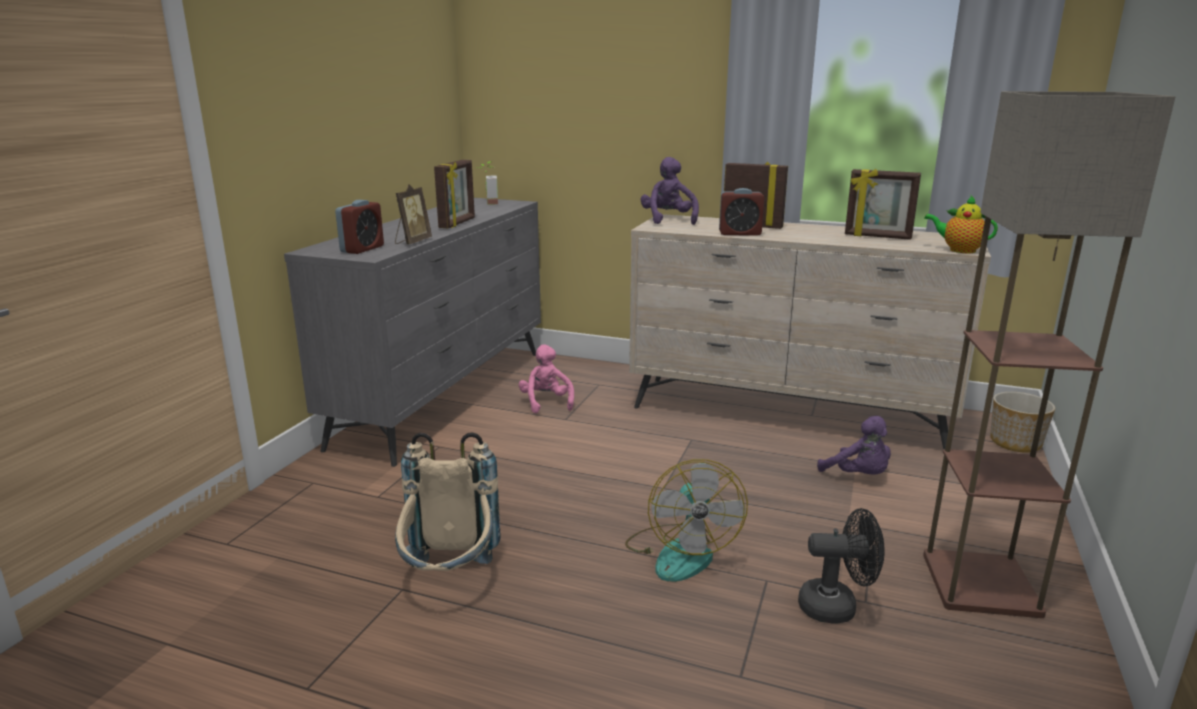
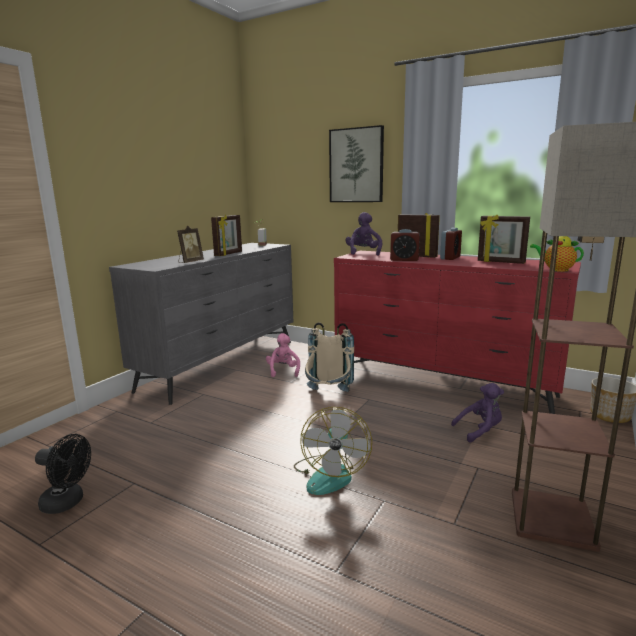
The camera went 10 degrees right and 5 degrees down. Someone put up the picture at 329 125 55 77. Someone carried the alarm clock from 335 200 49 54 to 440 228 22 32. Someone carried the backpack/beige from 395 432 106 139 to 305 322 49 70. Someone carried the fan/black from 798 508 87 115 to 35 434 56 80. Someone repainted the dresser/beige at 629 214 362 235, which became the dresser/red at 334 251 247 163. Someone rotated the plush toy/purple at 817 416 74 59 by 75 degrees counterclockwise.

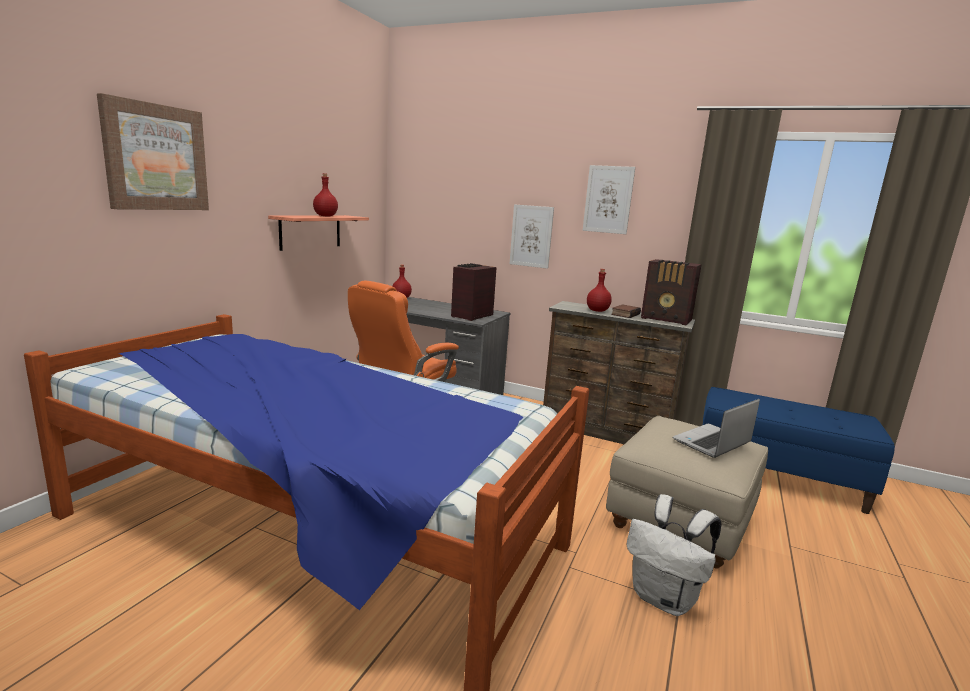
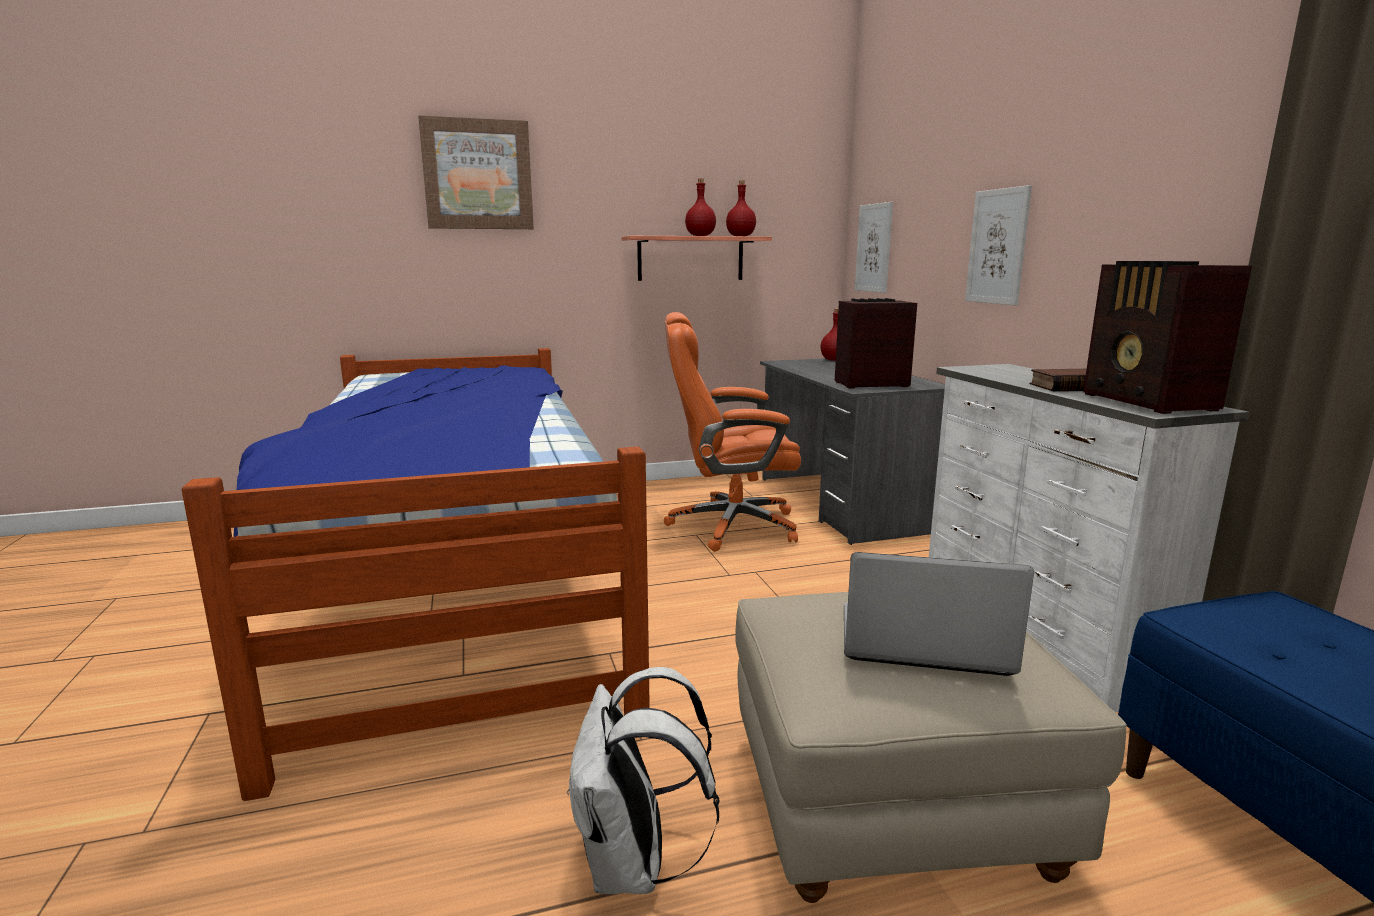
The camera went 50 degrees right and 0 degrees up. Someone carried the picture from 583 165 52 69 to 855 202 38 91. Someone carried the bottle/red from 587 269 25 43 to 726 180 30 56. Someone repainted the dresser/brown at 543 301 152 143, which became the dresser/white at 929 364 321 348.

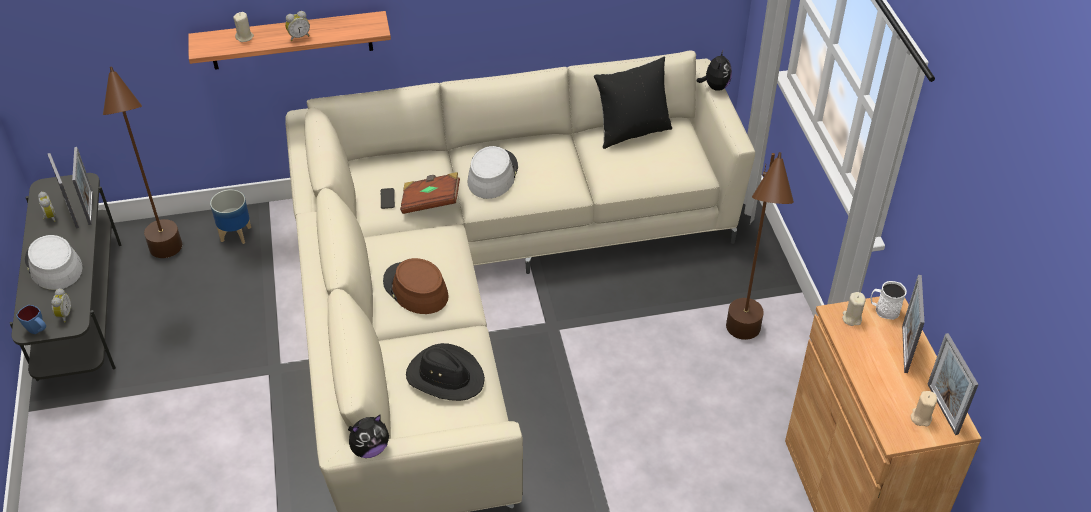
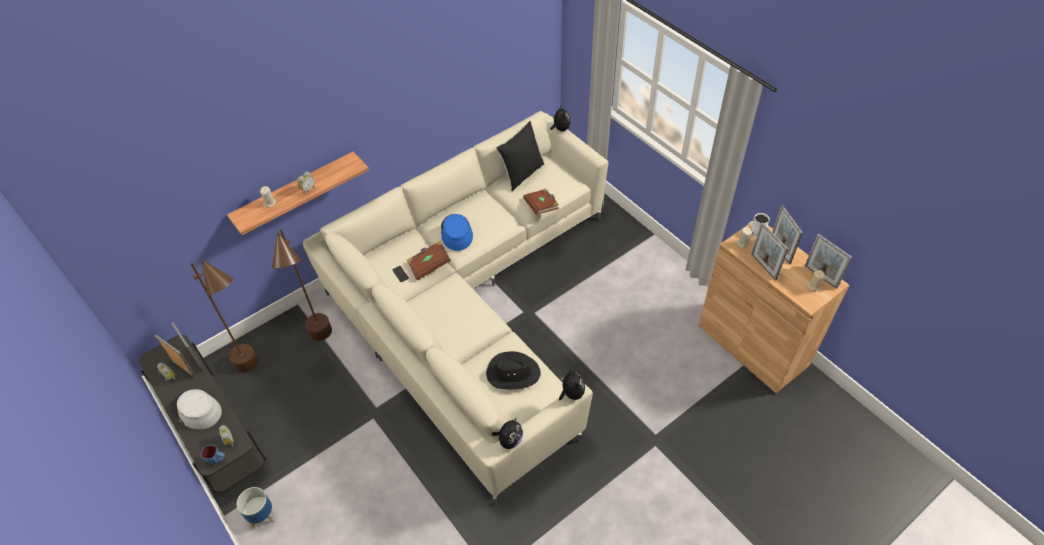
The camera went 25 degrees left and 5 degrees up. Someone took away the hat/brown at 383 258 66 56. Someone put down the book/brown at 523 188 36 27. Someone put down the plush toy at 559 368 26 32. Someone put down the picture frame at 751 222 37 58. Someone carried the planter from 210 189 41 55 to 237 487 37 42. Someone carried the floor lamp/brown from 726 152 68 188 to 272 229 60 112. Someone repainted the hat/grey at 467 146 51 53, which became the hat/blue at 441 214 32 37.

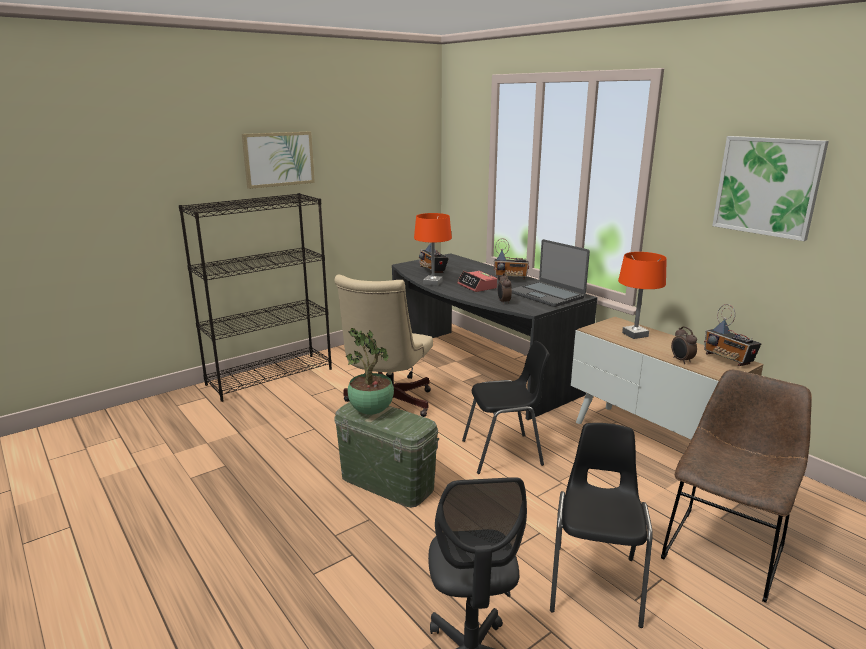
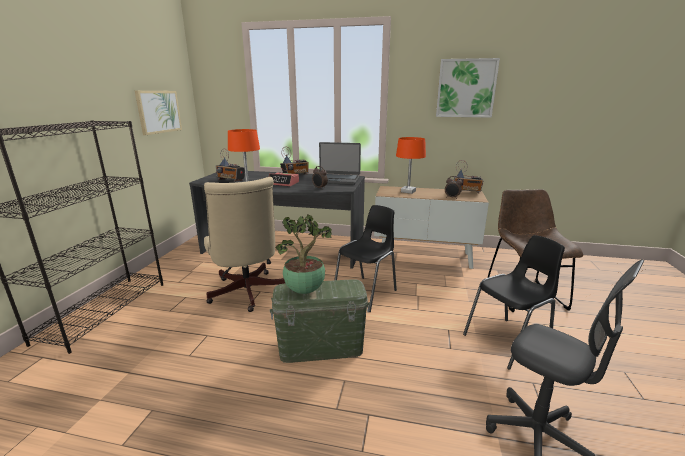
The camera went 40 degrees left and 0 degrees up. Someone carried the picture from 242 132 73 57 to 135 91 47 44. Someone rotated the chair/black at 550 423 103 205 by 90 degrees clockwise.

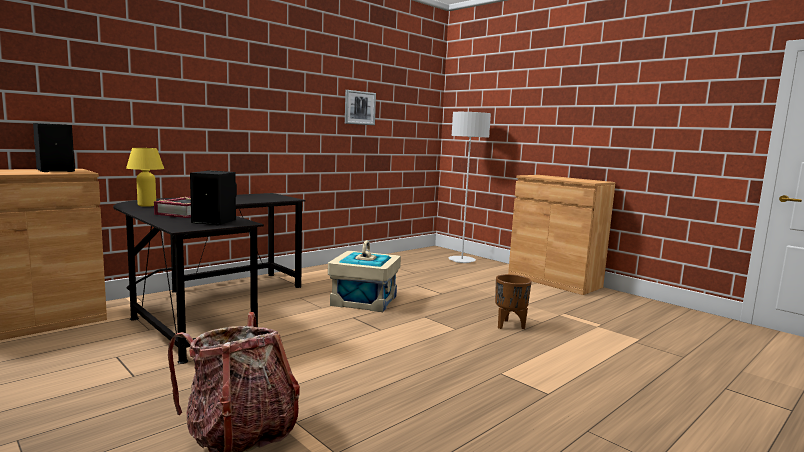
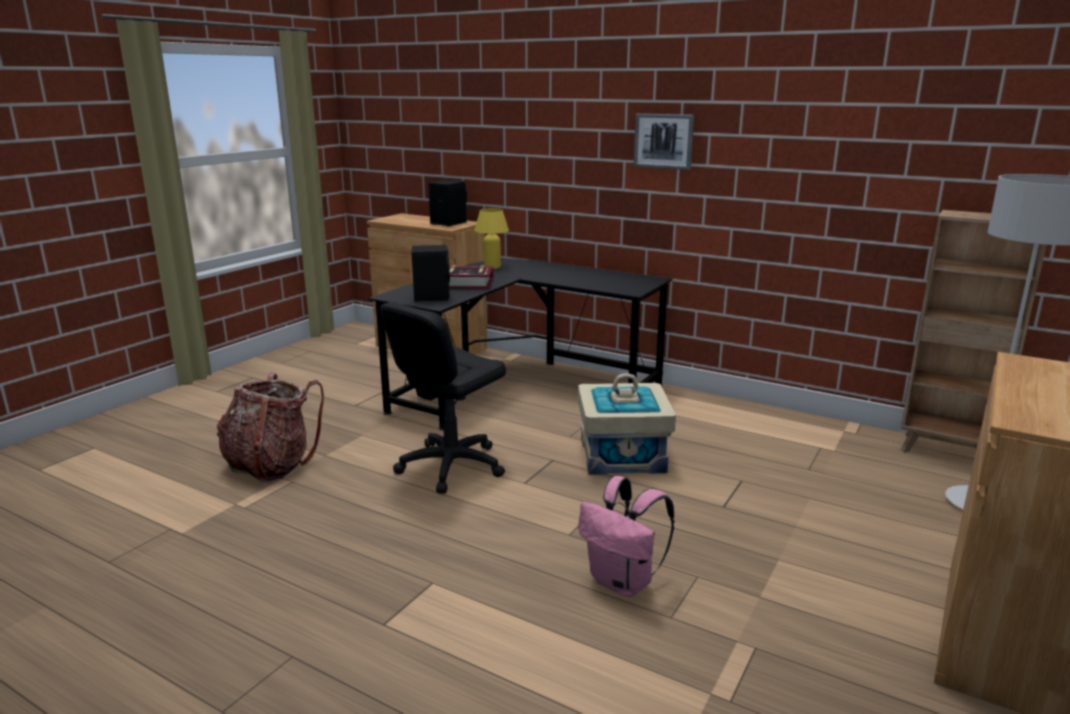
The camera went 75 degrees right and 10 degrees up. Someone put down the office chair/black at 379 302 127 191. Someone put down the bookcase/brown at 901 210 146 243. Someone carried the picture from 345 90 31 35 to 634 113 60 57. Someone swapped the planter/brown at 495 274 37 55 for the backpack/pink at 578 476 96 121.

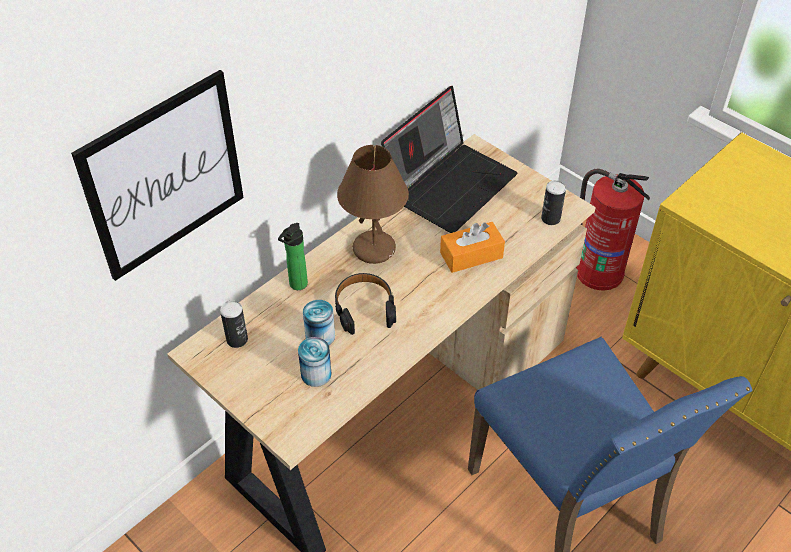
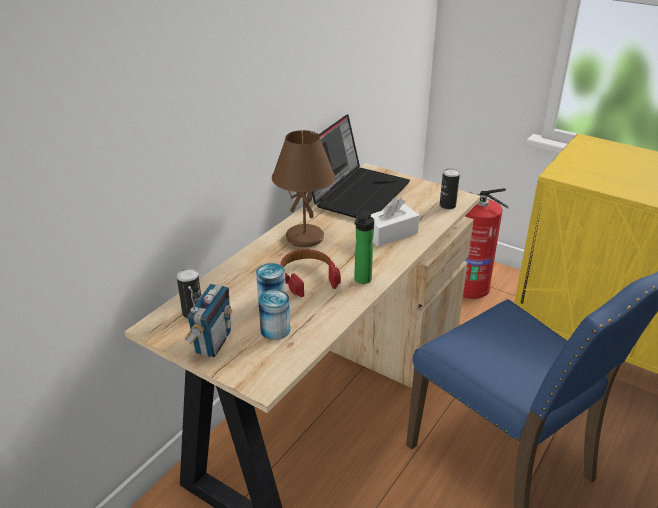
The camera went 10 degrees left and 15 degrees down. Someone took away the picture at 71 70 173 211. Someone put down the radio at 185 284 47 73. Someone carried the bottle from 278 223 30 67 to 354 210 20 74. Someone repainted the headphones/black at 335 273 61 62, which became the headphones/red at 280 249 61 48. Someone repainted the tissue box/orange at 440 222 65 51, which became the tissue box/white at 370 198 50 49.

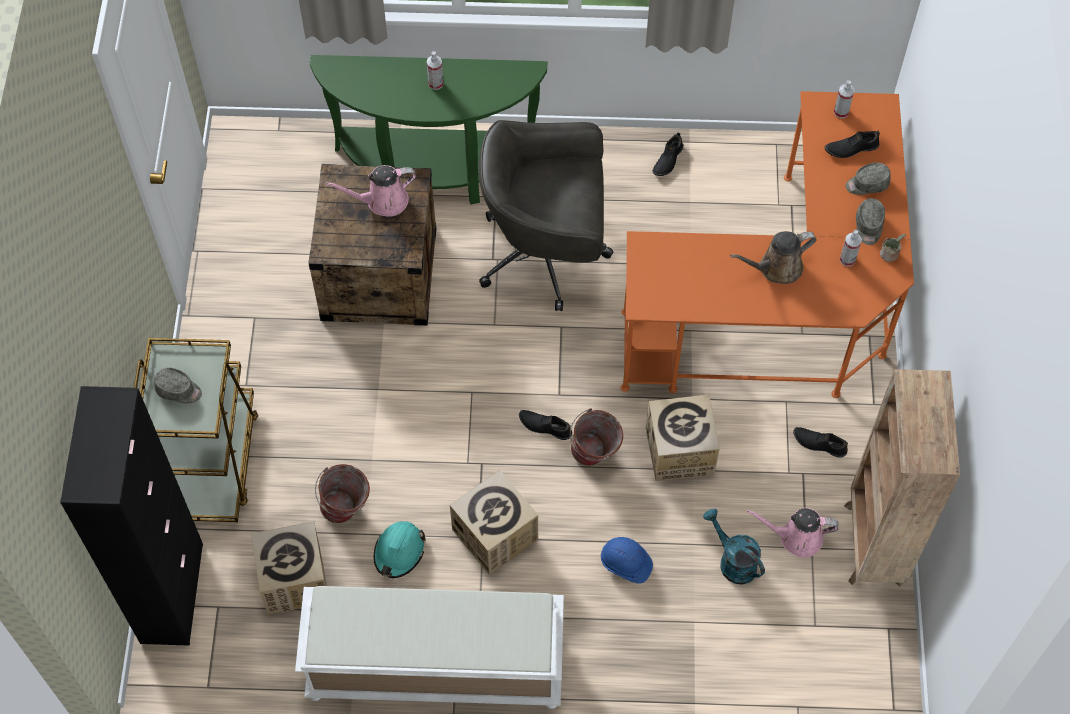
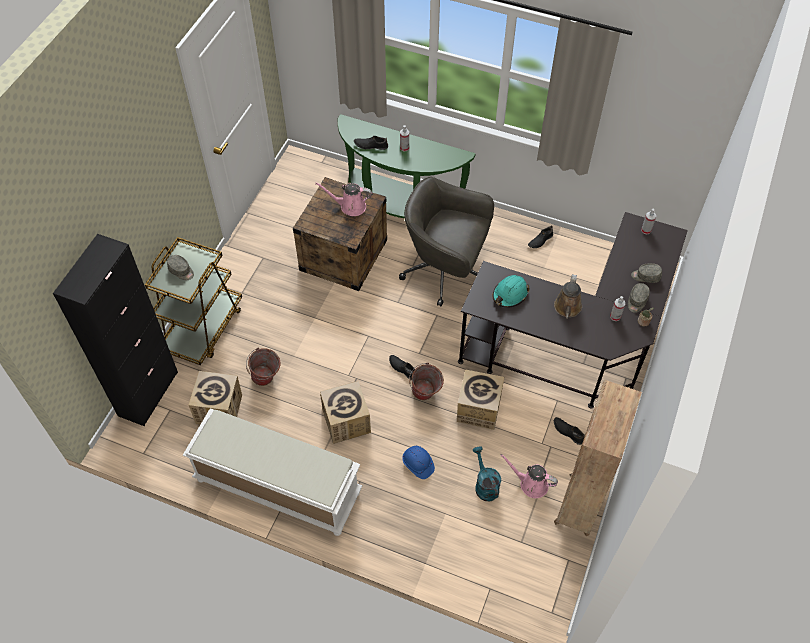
The camera went 20 degrees right and 5 degrees down. Someone carried the hard hat/turquoise from 374 521 52 57 to 493 275 37 33. Someone carried the shoe/black from 825 131 55 27 to 354 136 34 14. Someone repainted the desk/orange at 621 91 293 307, which became the desk/black at 458 212 230 197. Someone rotated the watering can/brown at 730 231 87 53 by 75 degrees counterclockwise.

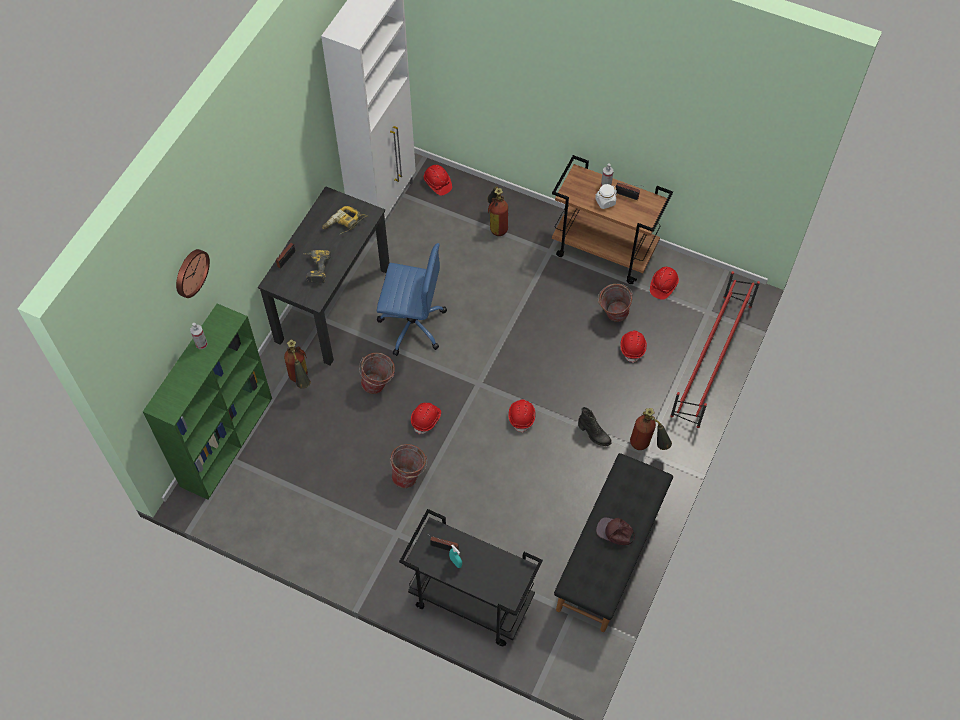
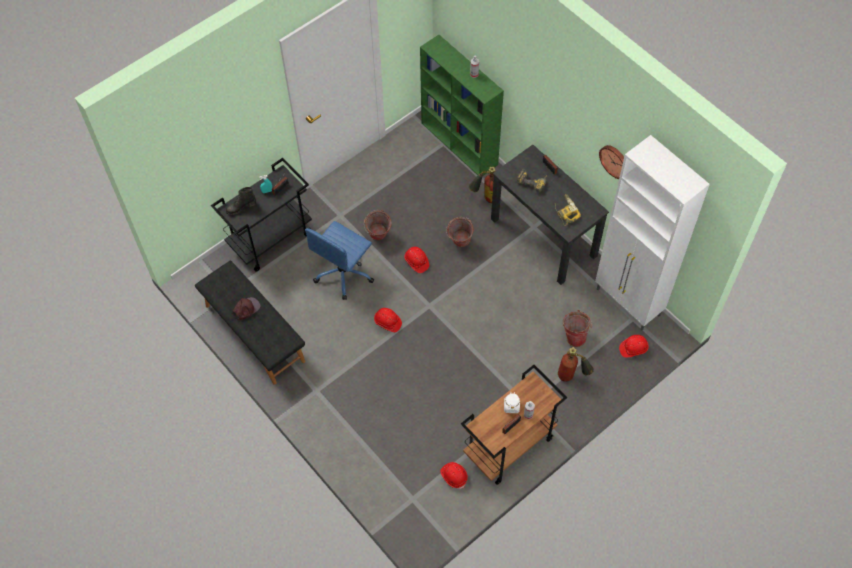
The camera went 115 degrees right and 0 degrees up. Someone took away the hard hat/red at 620 331 27 32. Someone took away the fire extinguisher at 630 408 42 42. Someone took away the shoe rack/red at 670 271 90 157. Someone carried the wall clock from 176 249 34 49 to 599 145 25 34. Someone carried the office chair/blue from 377 243 70 113 to 305 221 69 79. Someone carried the boot/black from 578 407 34 39 to 226 187 30 28. Someone carried the bucket from 598 284 35 38 to 563 310 29 37.

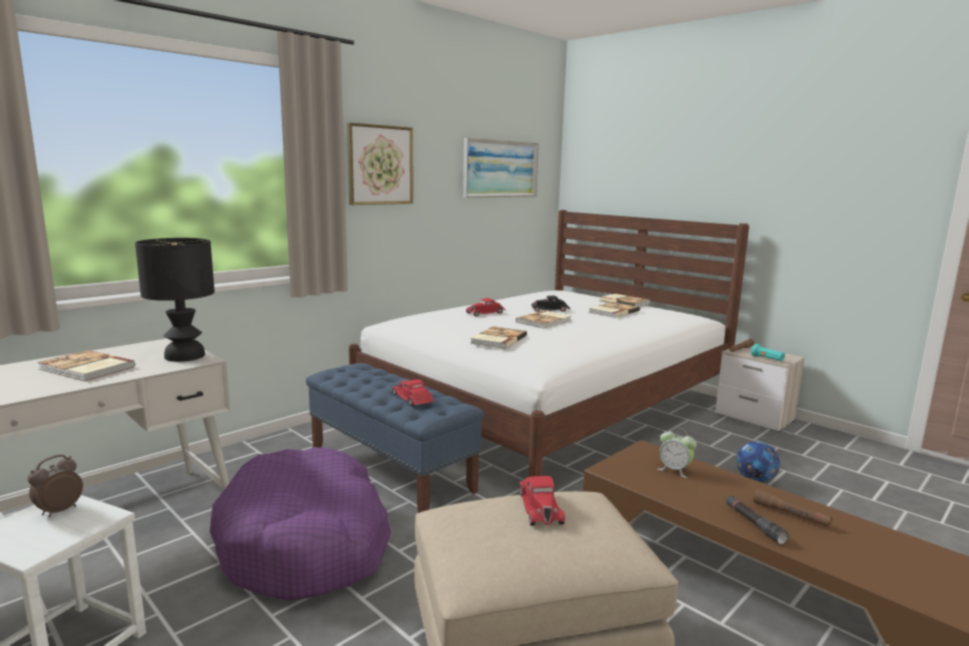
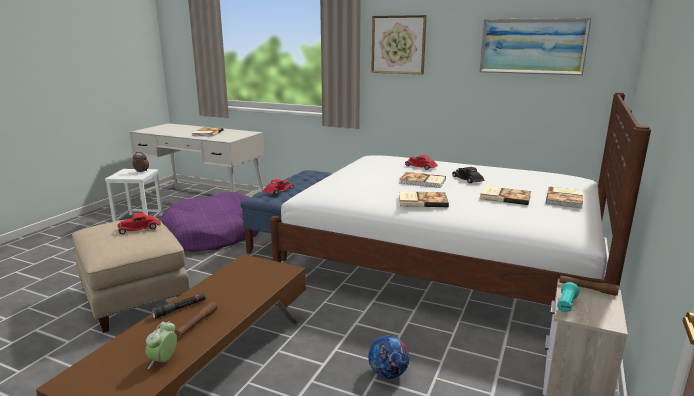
The camera went 70 degrees right and 5 degrees up. Someone took away the table lamp/black at 135 238 80 124. Someone carried the book from 470 326 57 23 to 399 191 50 16. Someone carried the alarm clock from 658 428 39 50 to 145 321 32 48.

